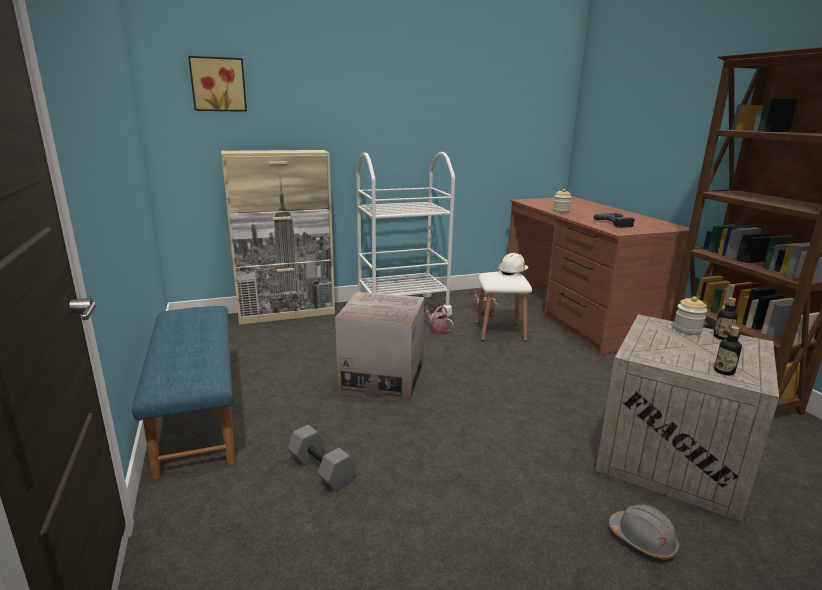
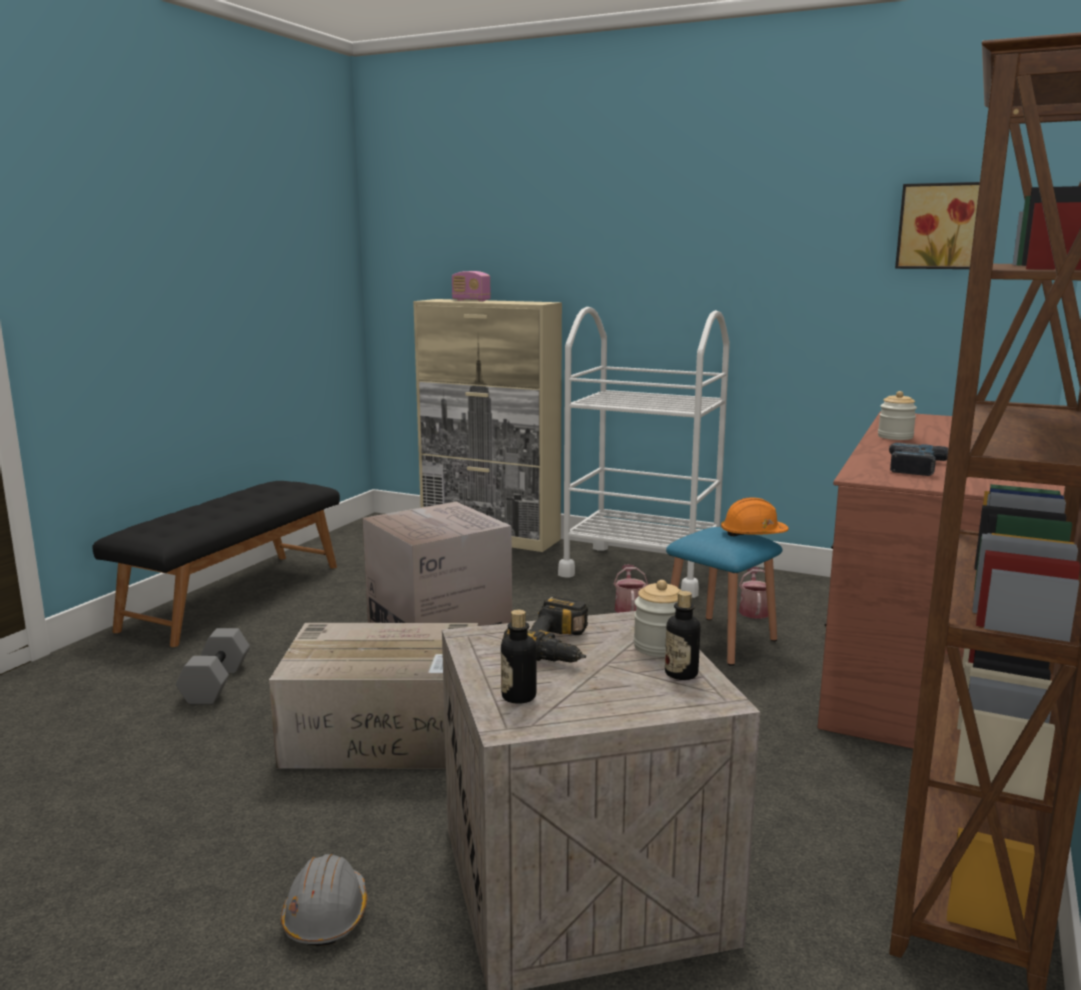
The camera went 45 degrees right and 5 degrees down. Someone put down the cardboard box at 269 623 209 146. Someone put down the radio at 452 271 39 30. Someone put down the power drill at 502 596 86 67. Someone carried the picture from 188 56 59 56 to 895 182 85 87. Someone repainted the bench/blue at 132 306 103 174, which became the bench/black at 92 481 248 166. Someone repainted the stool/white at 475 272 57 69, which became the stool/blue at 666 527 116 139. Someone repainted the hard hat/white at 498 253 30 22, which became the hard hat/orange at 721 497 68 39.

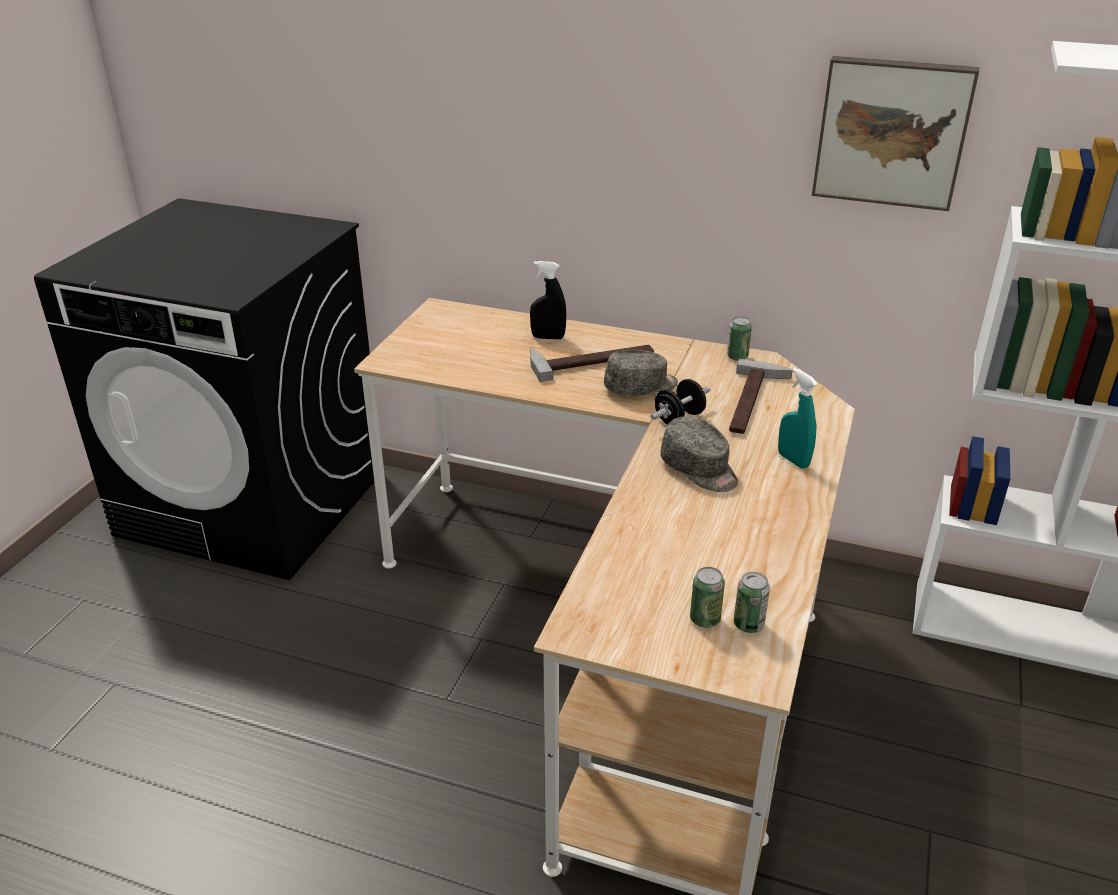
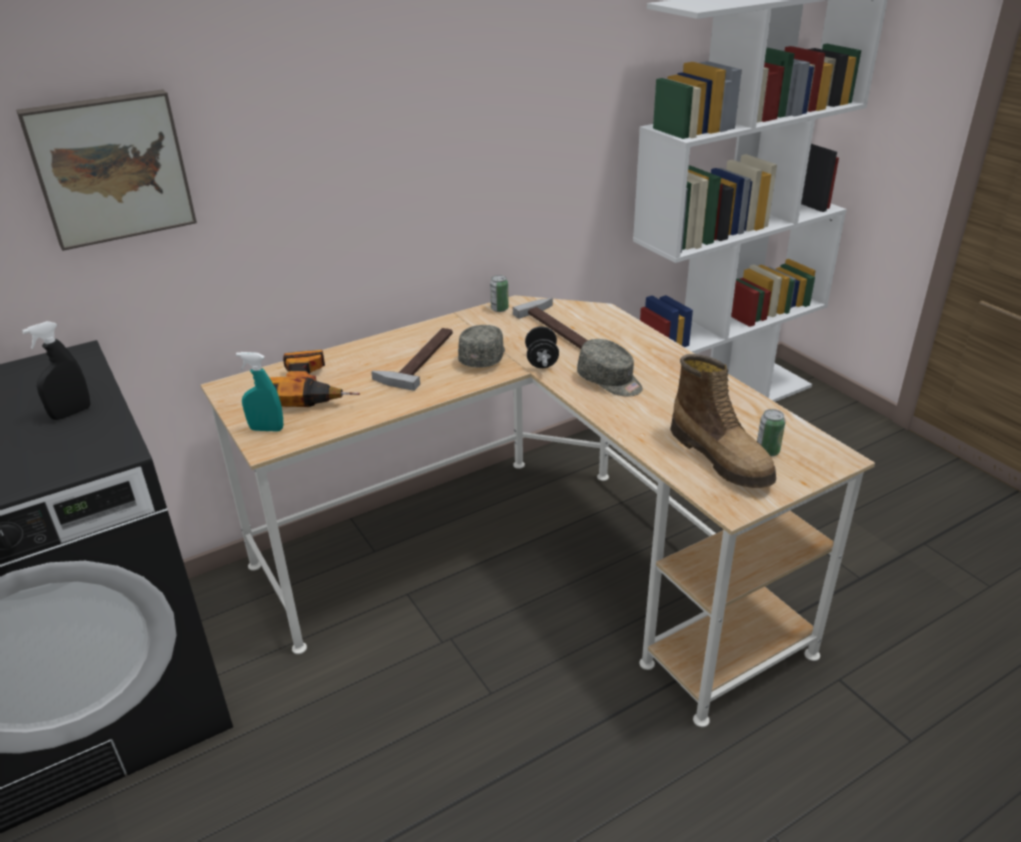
The camera went 50 degrees left and 0 degrees up. Someone took away the can at 734 572 36 61. Someone put down the power drill at 270 350 90 57. Someone put down the boot at 670 354 106 134. Someone carried the spray bottle/black from 530 261 36 78 to 22 321 68 99. Someone carried the spray bottle/turquoise from 778 368 40 101 to 236 352 47 79. Someone carried the picture from 812 56 167 155 to 16 89 181 162. Someone rotated the cap/grey at 660 416 78 76 by 45 degrees clockwise.

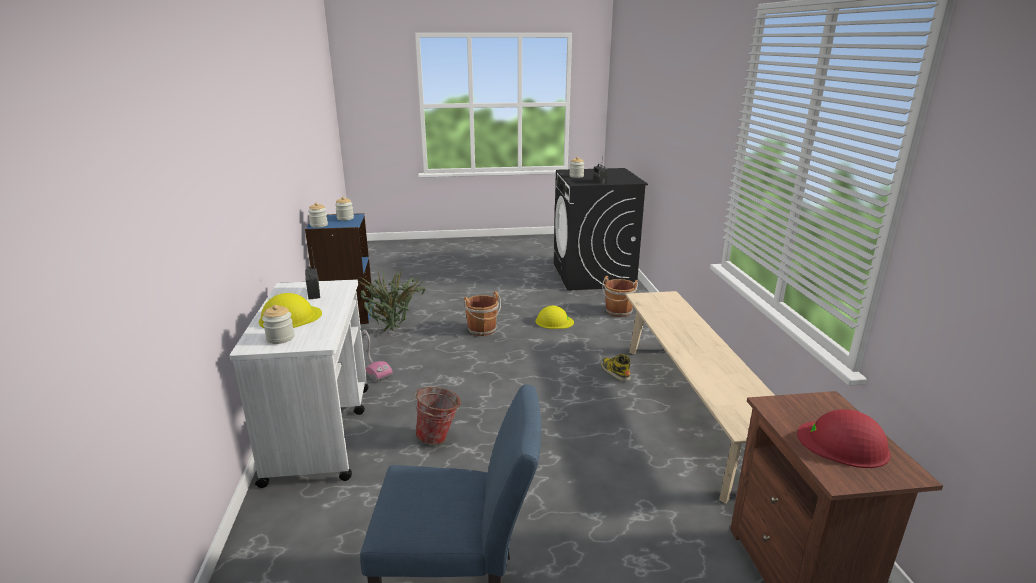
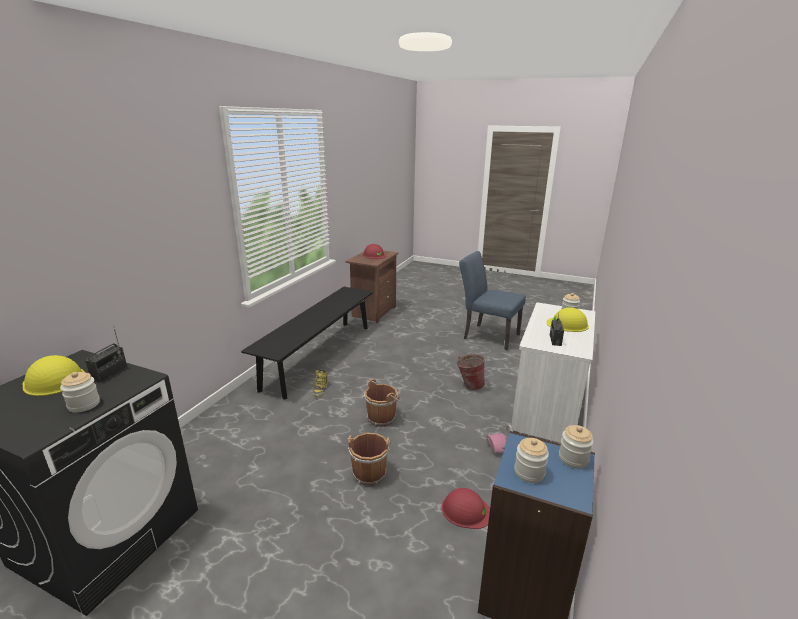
The camera went 150 degrees left and 0 degrees up. Someone carried the hard hat/yellow from 536 306 38 23 to 23 355 61 41. Someone carried the bucket/brown from 602 276 36 41 to 363 379 38 48. Someone swapped the potted plant at 358 268 68 64 for the hard hat/red at 442 488 48 41. Someone repainted the bench/beige at 626 291 149 213, which became the bench/black at 241 287 132 113.

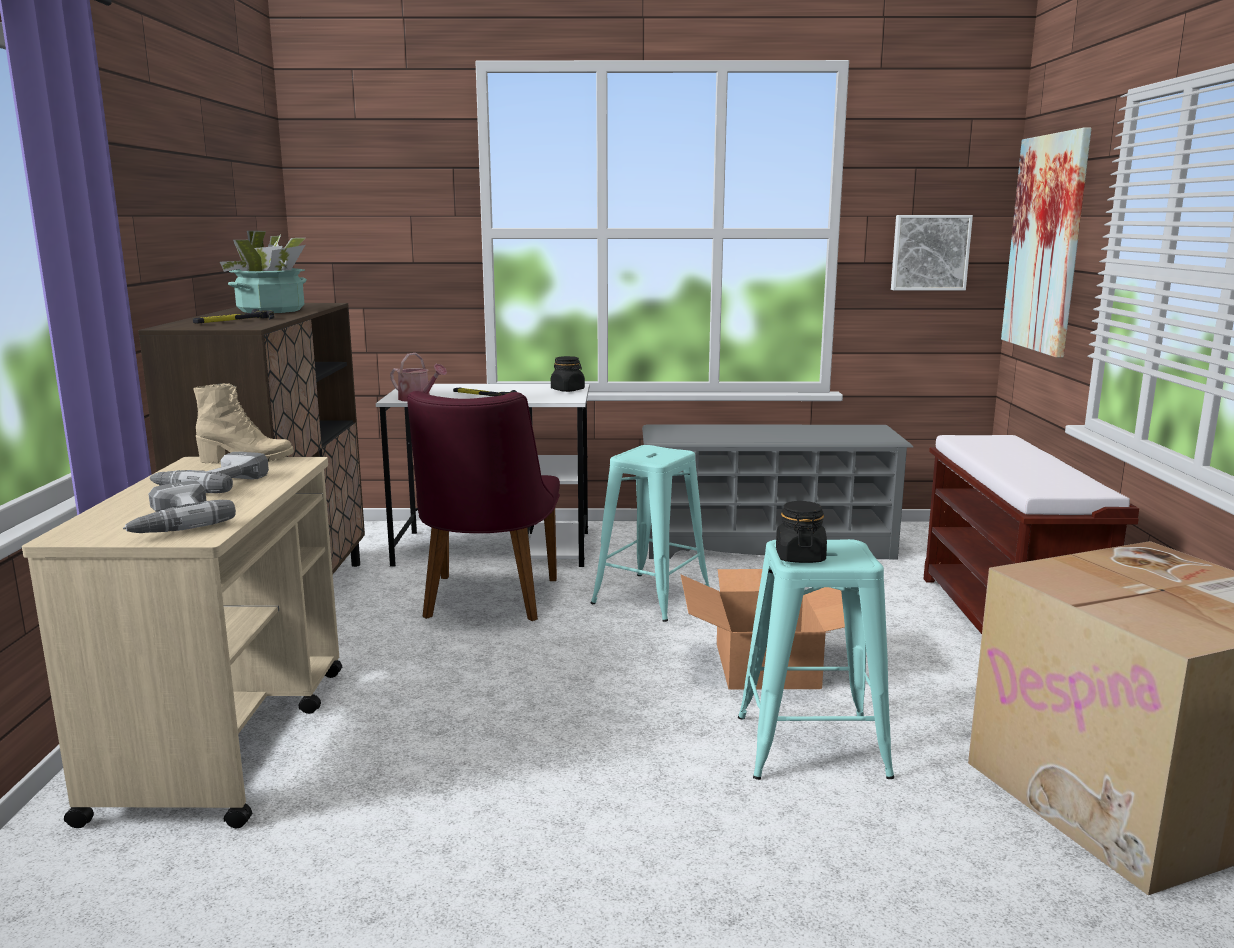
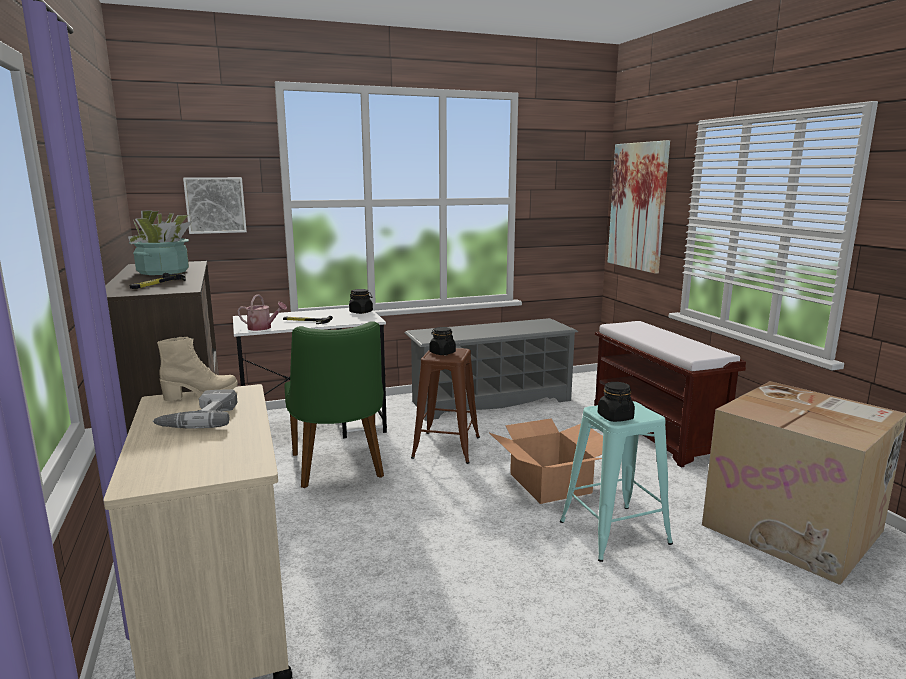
The camera went 20 degrees left and 0 degrees up. Someone took away the power drill at 123 480 113 53. Someone put down the jar/black at 429 327 27 28. Someone carried the picture from 891 215 82 75 to 183 177 64 57. Someone repainted the chair/purple at 407 391 153 230, which became the chair/green at 284 321 100 167. Someone repainted the stool/turquoise at 591 445 119 177, which became the stool/brown at 411 348 69 116.

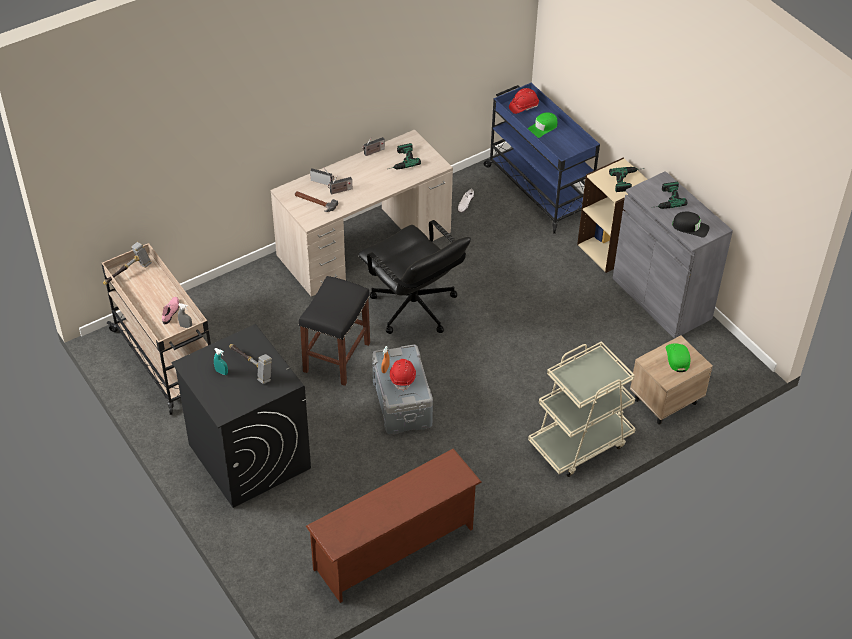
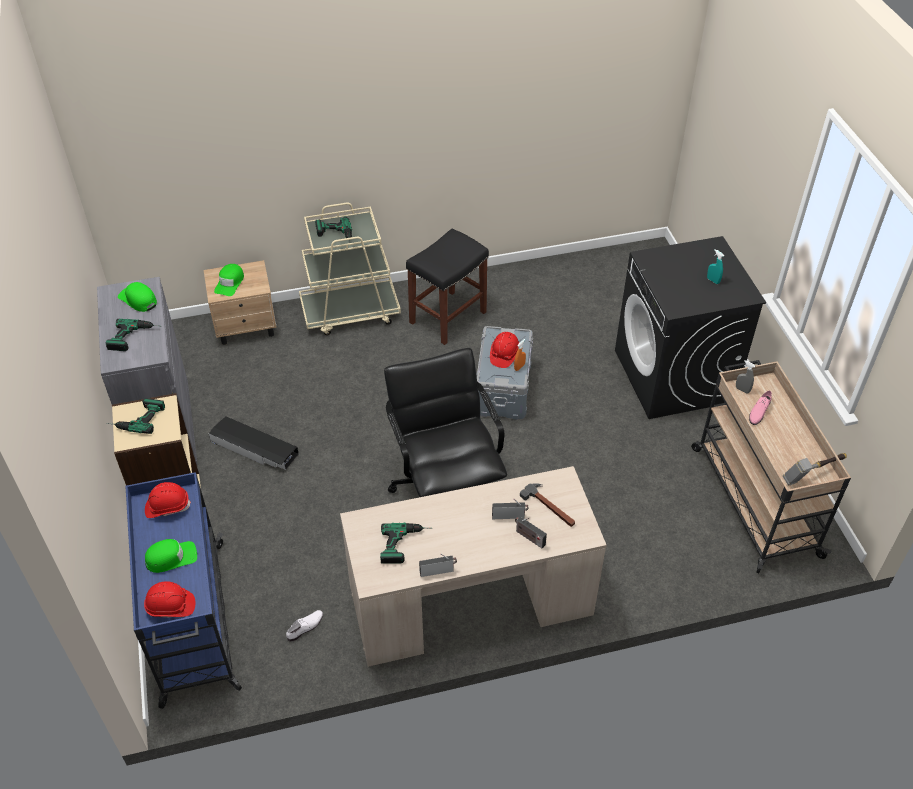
The camera went 160 degrees left and 0 degrees up. Someone took away the hammer at 229 344 43 40. Someone took away the shoe rack/brown at 306 448 176 155. Someone put down the hard hat/red at 145 482 46 36. Someone put down the storage box/black at 209 416 90 54. Someone put down the power drill at 315 217 37 24. Someone carried the stool/black from 299 276 71 110 to 406 229 83 116. Someone repainted the cap/black at 672 212 37 25, which became the cap/green at 118 282 39 30.

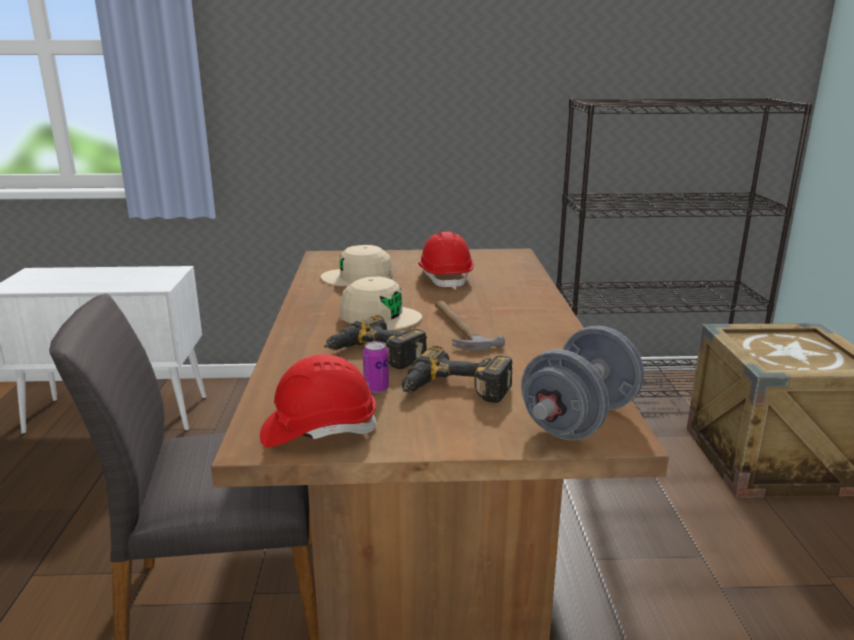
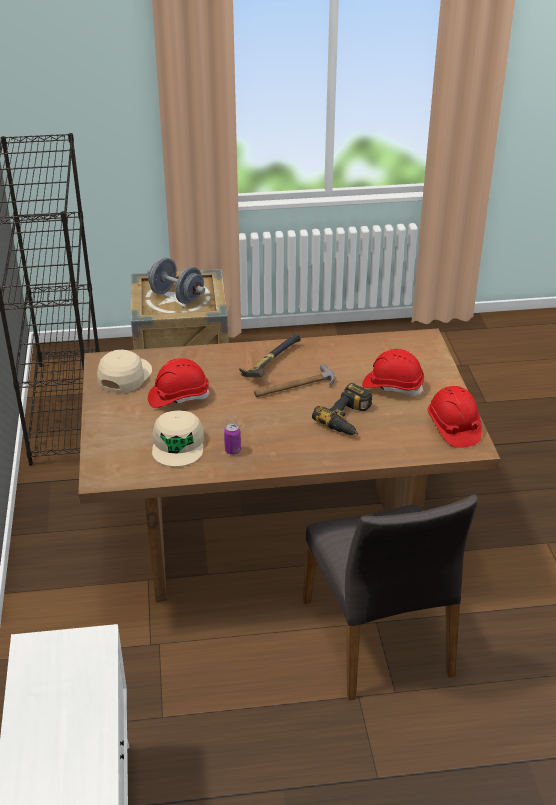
The camera went 95 degrees left and 15 degrees up. Someone put down the hammer at 239 334 62 43. Someone carried the cap/beige from 340 277 82 53 to 97 350 55 43. Someone carried the can from 363 341 26 52 to 224 423 17 32. Someone carried the dumbbell/grey from 521 326 123 114 to 148 258 57 46. Someone swapped the power drill at 402 346 110 57 for the hard hat/red at 362 349 62 47.

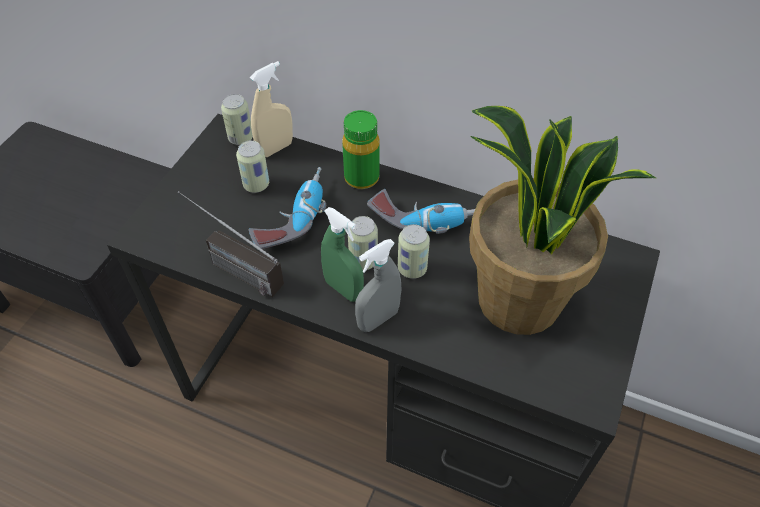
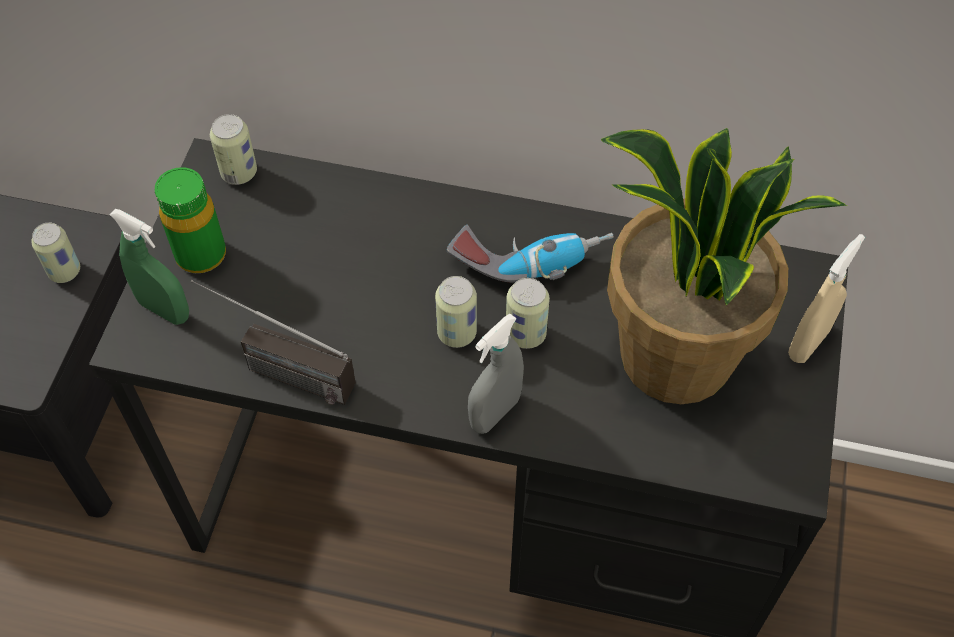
The camera went 10 degrees left and 5 degrees up. Someone took away the power drill at 248 167 79 83. Someone carried the can from 236 140 33 53 to 31 222 49 61. Someone carried the spray bottle/beige from 250 61 43 96 to 788 234 77 129. Someone carried the spray bottle/green from 321 207 43 95 to 110 209 79 116. Someone carried the bottle/green from 342 110 38 79 to 155 167 71 106.

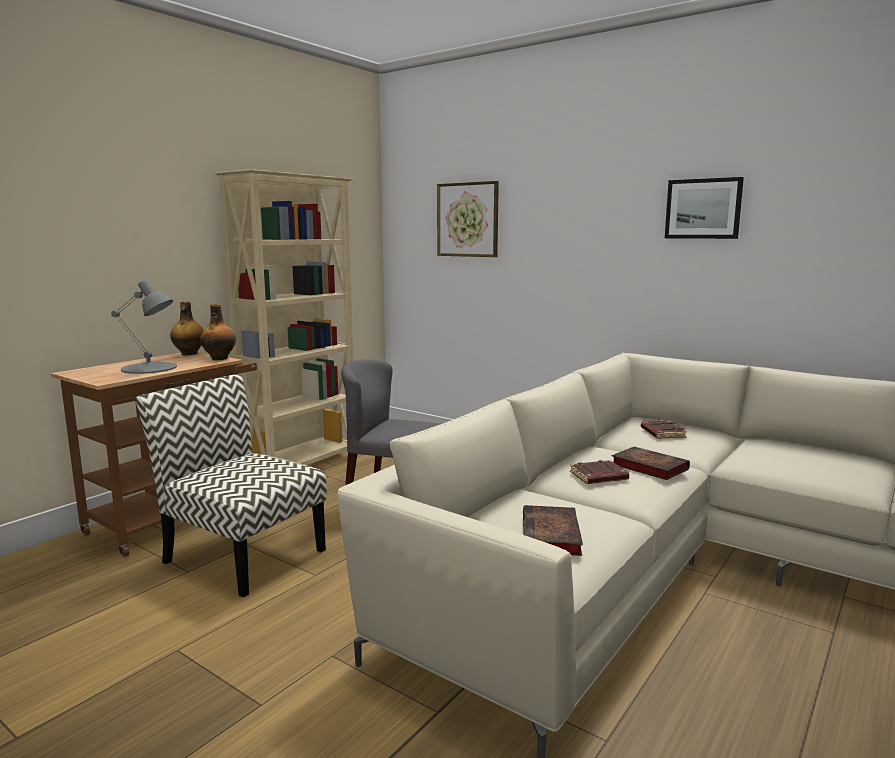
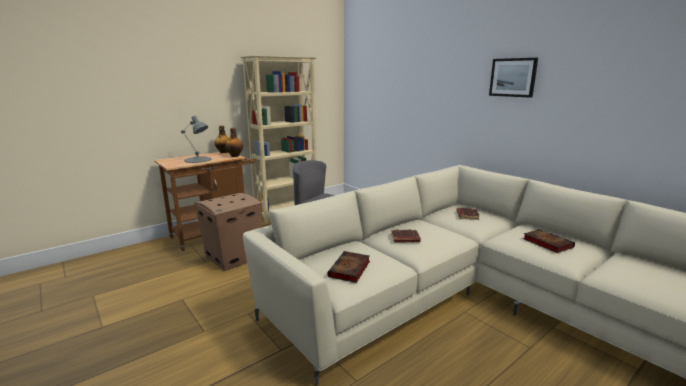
The camera went 15 degrees right and 5 degrees up. Someone took away the picture at 437 181 62 76. Someone carried the book from 611 447 79 33 to 523 229 52 24. Someone swapped the chair at 135 374 192 224 for the cardboard box at 195 193 67 78.

